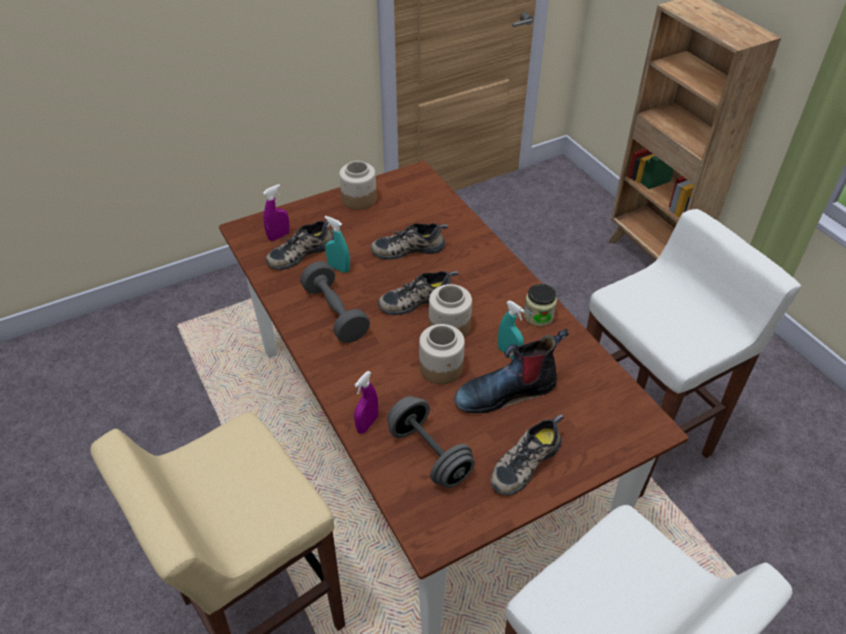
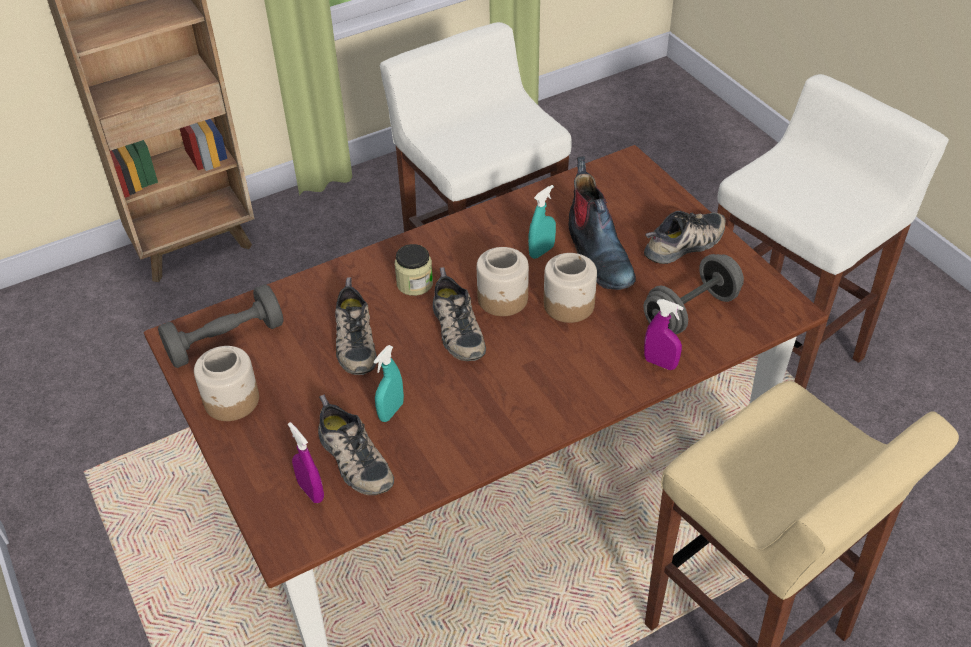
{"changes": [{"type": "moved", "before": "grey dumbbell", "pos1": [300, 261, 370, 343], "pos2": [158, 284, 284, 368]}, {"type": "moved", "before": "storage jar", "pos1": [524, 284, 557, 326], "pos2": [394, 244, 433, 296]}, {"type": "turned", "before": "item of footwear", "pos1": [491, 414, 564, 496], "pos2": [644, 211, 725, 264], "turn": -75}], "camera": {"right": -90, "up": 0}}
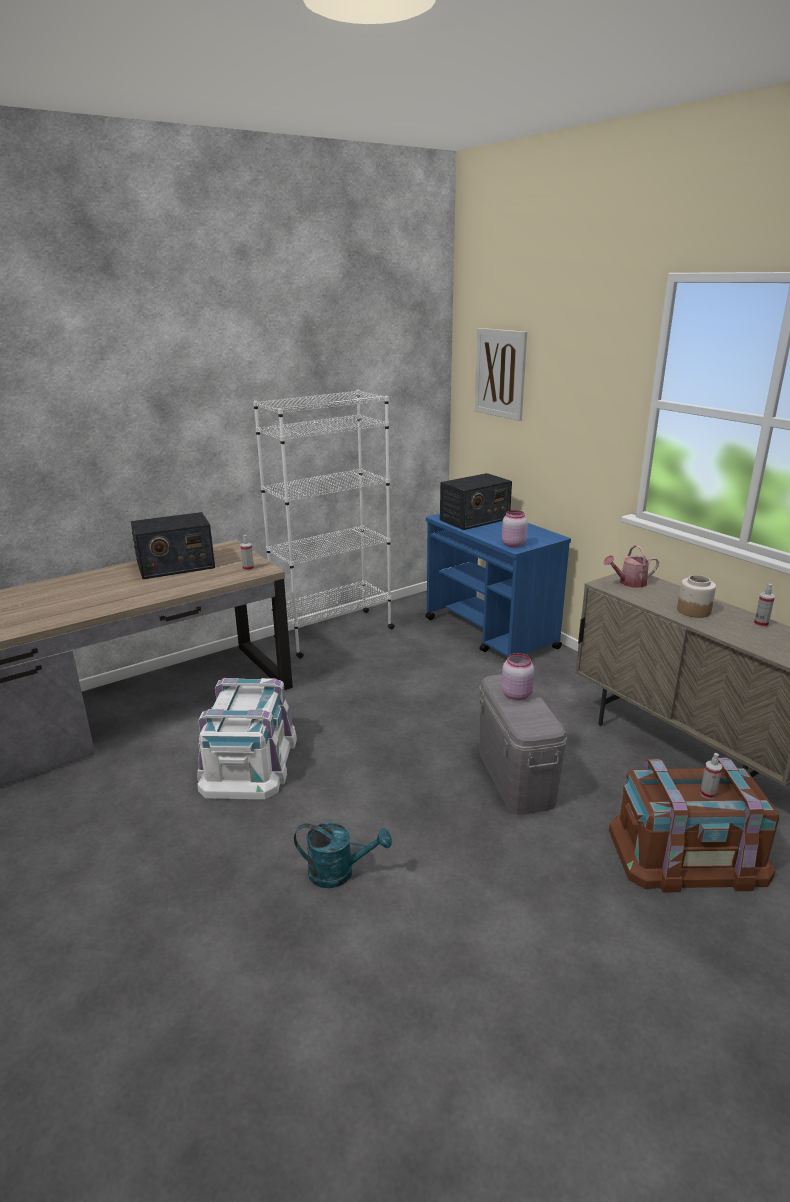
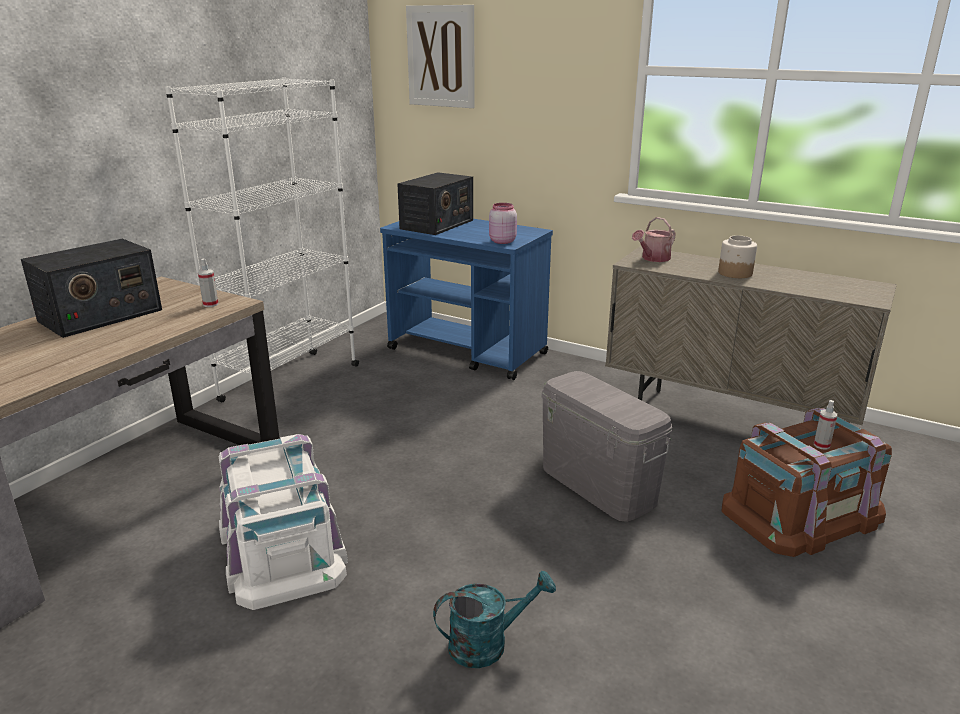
{"changes": [{"type": "removed", "before": "sprayer", "pos1": [754, 584, 775, 627]}, {"type": "removed", "before": "pink storage jar", "pos1": [501, 653, 534, 700]}], "camera": {"right": -25, "up": 0}}
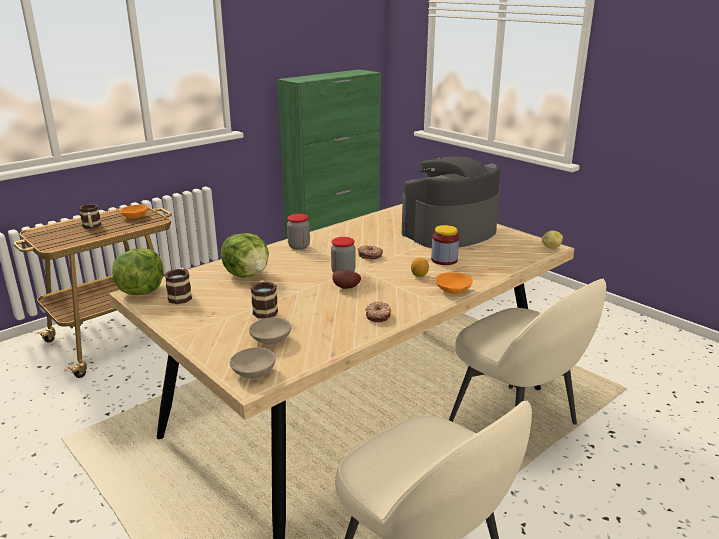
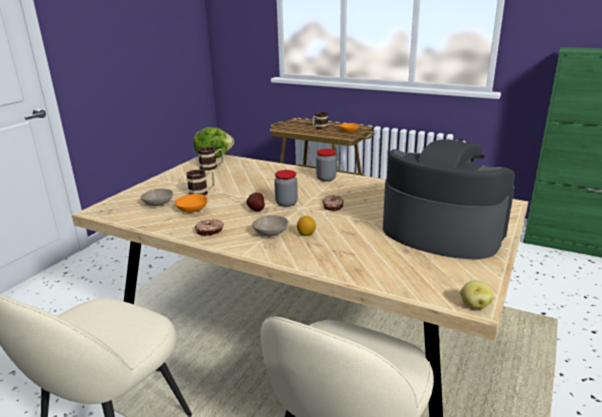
{"changes": [{"type": "removed", "before": "storage jar", "pos1": [431, 225, 459, 265]}, {"type": "removed", "before": "lettuce head", "pos1": [221, 233, 269, 278]}, {"type": "moved", "before": "orangey bowl", "pos1": [436, 272, 473, 294], "pos2": [175, 194, 208, 213]}, {"type": "moved", "before": "sand-coloured bowl", "pos1": [230, 348, 276, 378], "pos2": [252, 215, 288, 236]}], "camera": {"right": 70, "up": 0}}
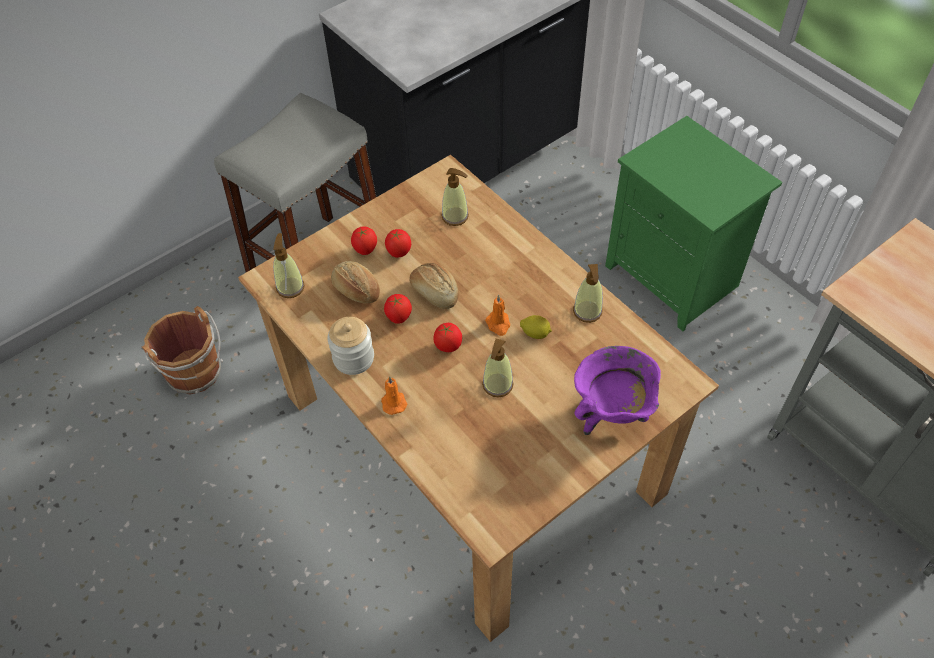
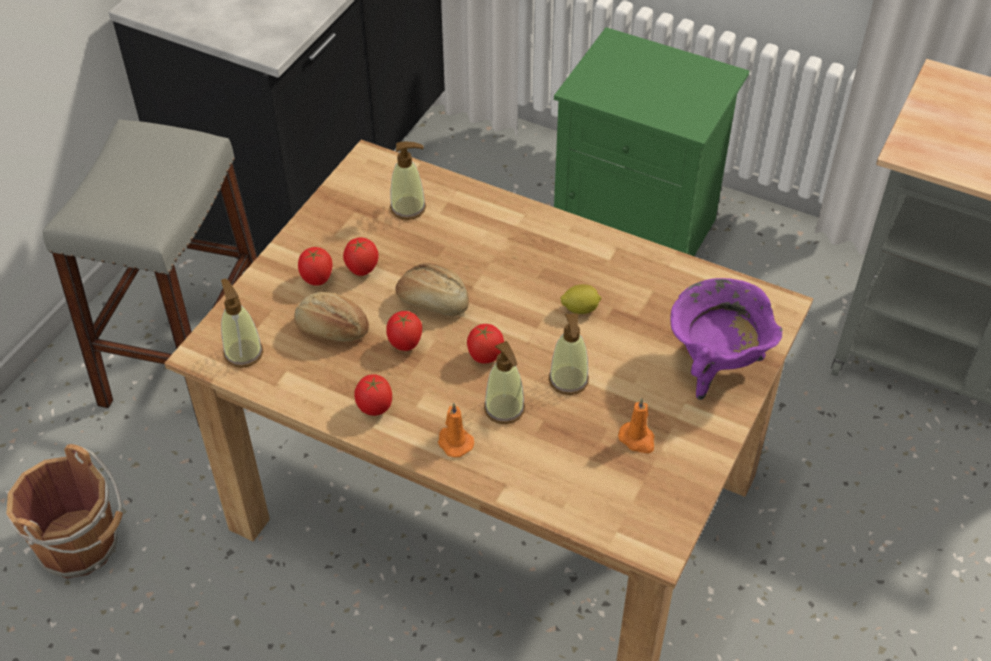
{"changes": [{"type": "moved", "before": "soap dispenser", "pos1": [573, 264, 603, 323], "pos2": [484, 341, 525, 424]}, {"type": "moved", "before": "orangey wax candle", "pos1": [485, 295, 510, 336], "pos2": [618, 398, 655, 454]}, {"type": "replaced", "before": "storage jar", "after": "fresh tomato", "pos1": [328, 317, 374, 375], "pos2": [354, 374, 392, 416]}], "camera": {"right": -25, "up": -5}}
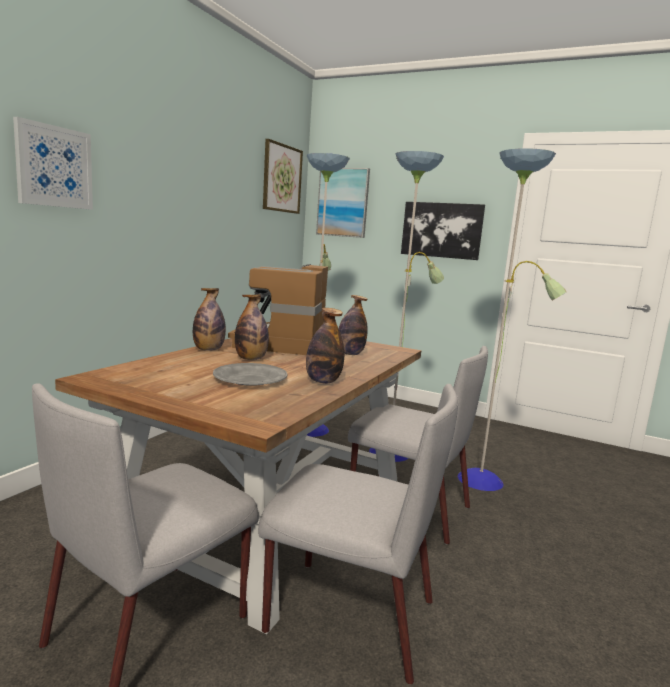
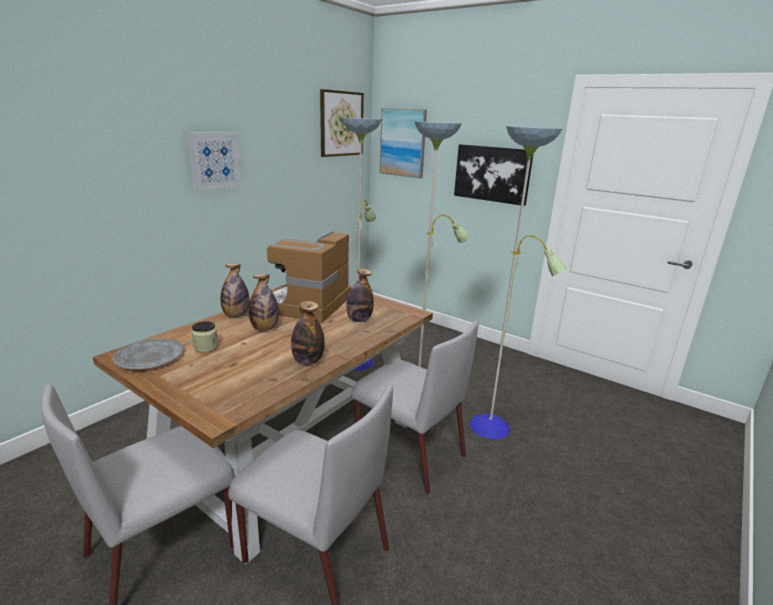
{"changes": [{"type": "moved", "before": "wall art", "pos1": [13, 117, 93, 210], "pos2": [187, 132, 242, 192]}, {"type": "moved", "before": "grey plate", "pos1": [213, 363, 288, 386], "pos2": [113, 338, 183, 369]}, {"type": "added", "after": "storage jar", "pos2": [192, 321, 218, 352]}], "camera": {"right": 10, "up": 10}}
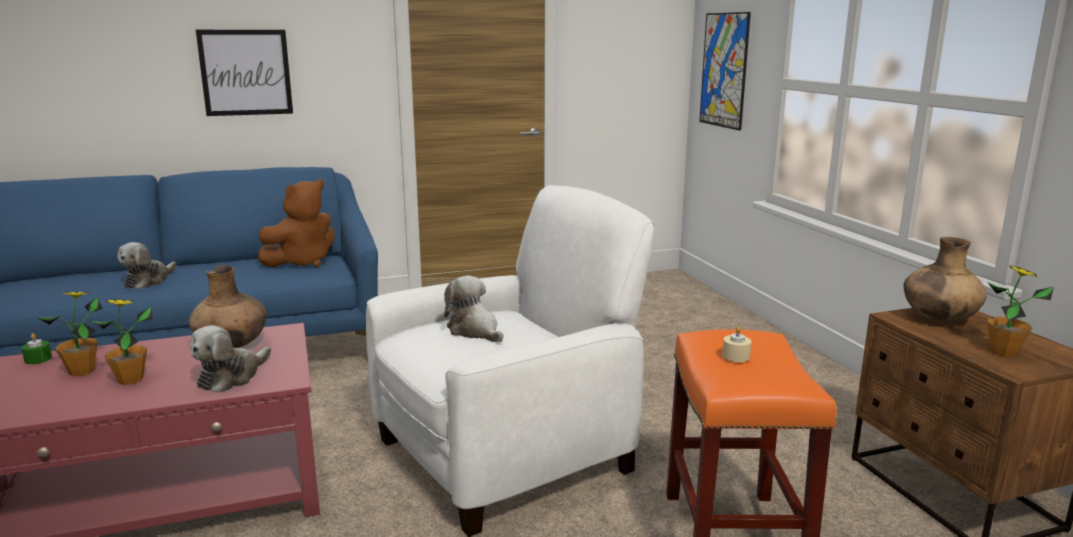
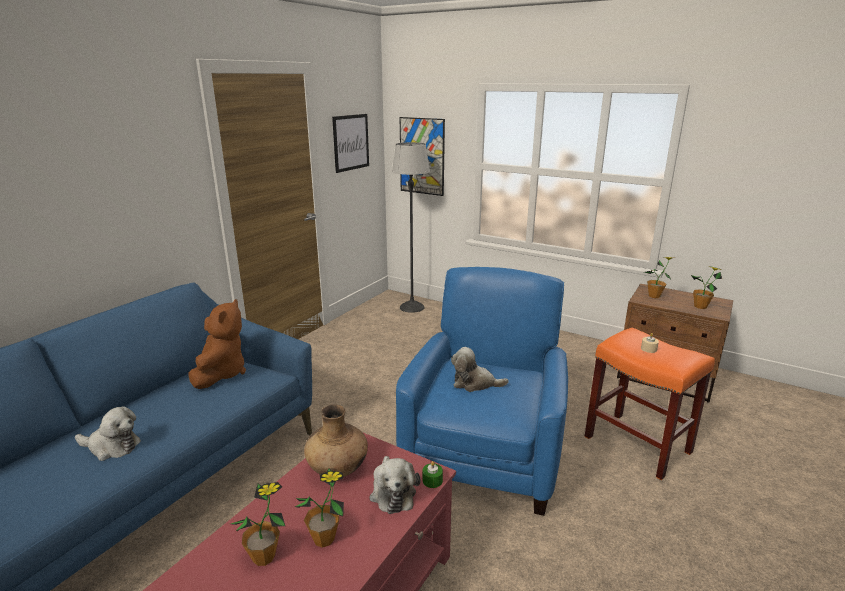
{"changes": [{"type": "moved", "before": "wall art", "pos1": [196, 30, 293, 116], "pos2": [332, 114, 369, 173]}, {"type": "recoloured", "before": "white lounge chair", "after": "bluish lounge chair", "pos1": [366, 185, 654, 537], "pos2": [396, 267, 568, 516]}, {"type": "replaced", "before": "brown-coloured vase", "after": "potted plant", "pos1": [904, 237, 987, 322], "pos2": [644, 257, 674, 298]}, {"type": "turned", "before": "plush toy", "pos1": [118, 242, 176, 289], "pos2": [75, 406, 141, 461], "turn": -60}, {"type": "moved", "before": "green-coloured wax candle", "pos1": [21, 333, 52, 365], "pos2": [423, 461, 443, 488]}, {"type": "added", "after": "standing lamp", "pos2": [392, 142, 430, 313]}], "camera": {"right": -40, "up": 5}}
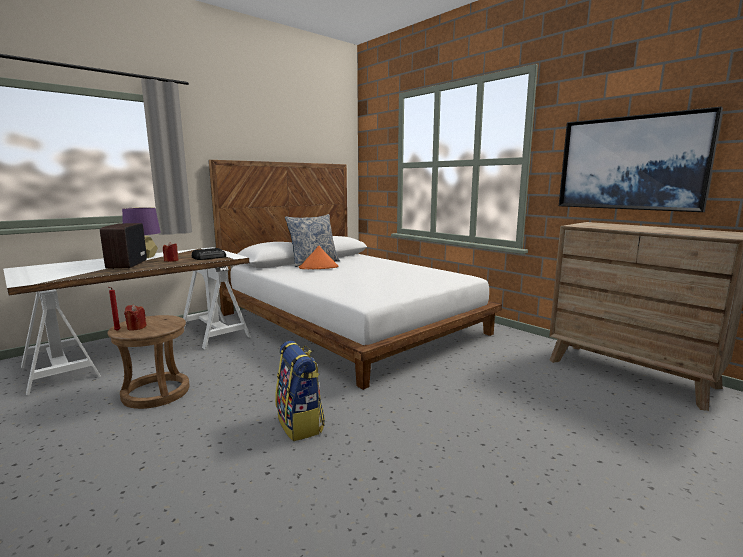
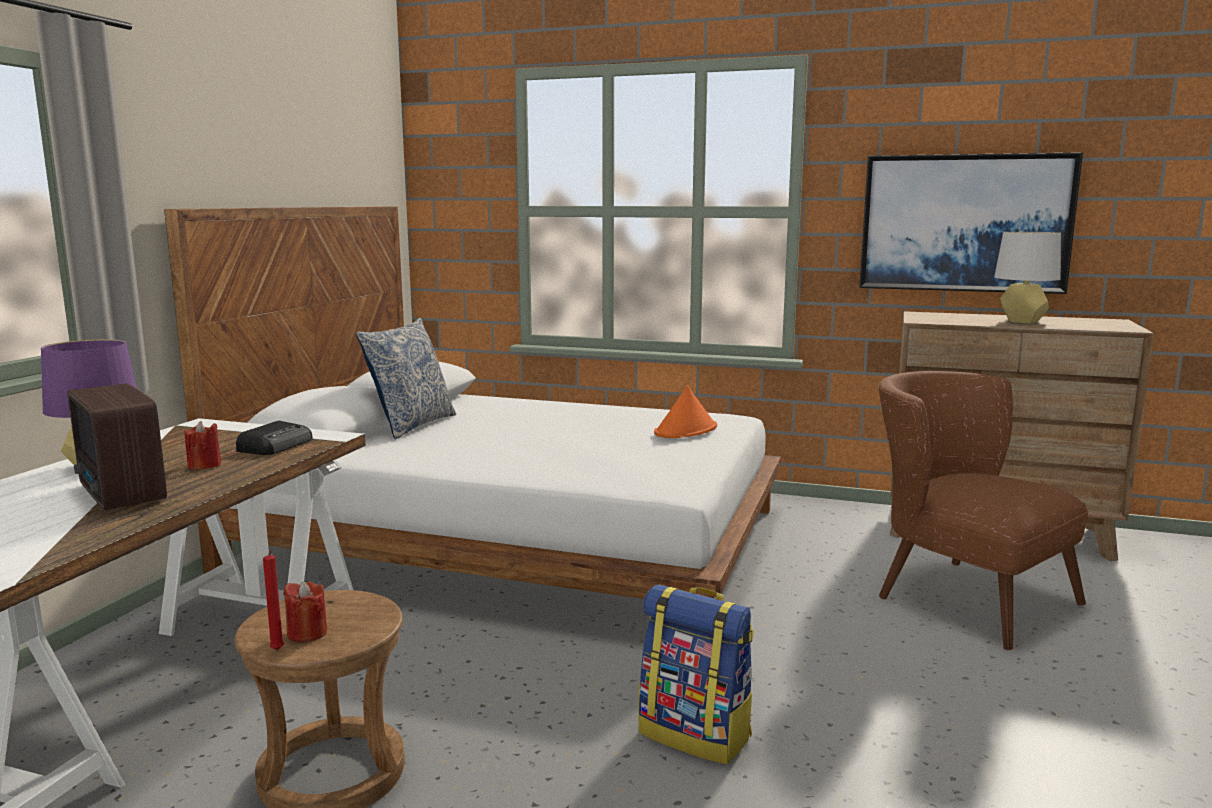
{"changes": [{"type": "moved", "before": "orangey hat", "pos1": [299, 246, 338, 269], "pos2": [654, 385, 717, 438]}, {"type": "added", "after": "grey tabletop lamp", "pos2": [994, 232, 1061, 323]}, {"type": "added", "after": "brown-coloured lounge chair", "pos2": [878, 371, 1088, 651]}], "camera": {"right": -30, "up": 0}}
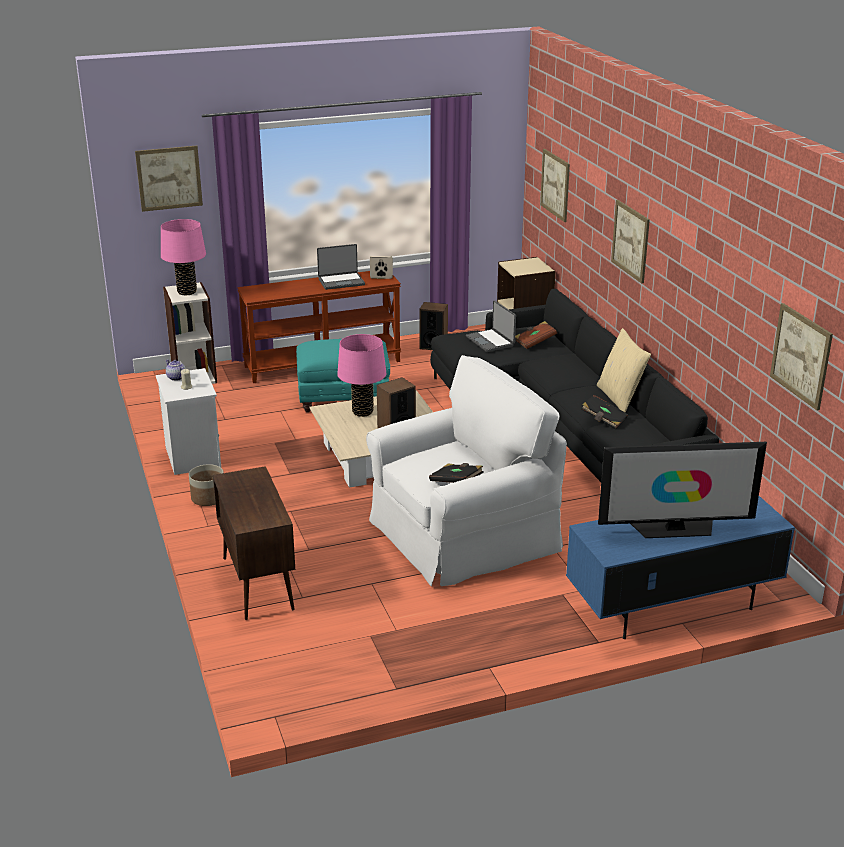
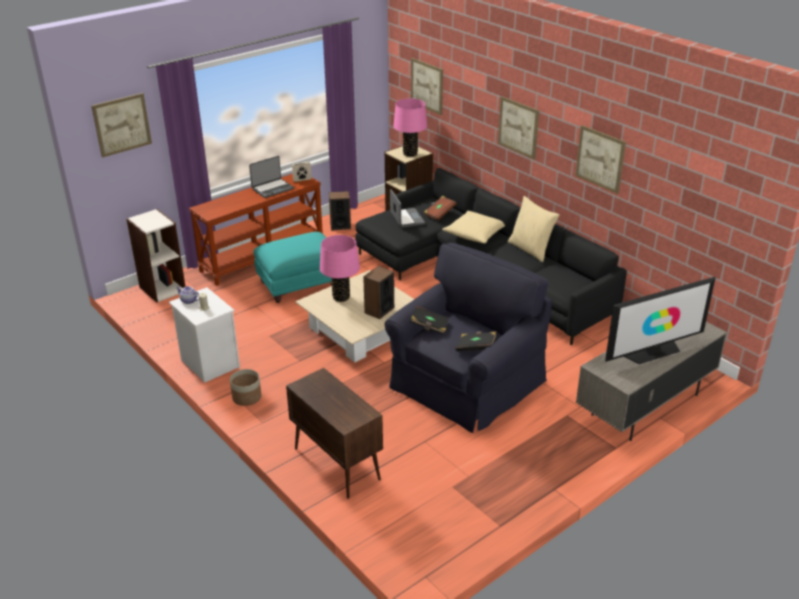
{"changes": [{"type": "moved", "before": "pink tabletop lamp", "pos1": [161, 219, 206, 296], "pos2": [393, 98, 427, 157]}, {"type": "turned", "before": "portable computer", "pos1": [466, 300, 516, 352], "pos2": [390, 189, 425, 228], "turn": -150}, {"type": "moved", "before": "wall art", "pos1": [770, 303, 833, 410], "pos2": [575, 125, 626, 194]}, {"type": "recoloured", "before": "white lounge chair", "after": "black lounge chair", "pos1": [366, 355, 567, 586], "pos2": [385, 243, 552, 433]}, {"type": "moved", "before": "black bound book", "pos1": [581, 395, 628, 430], "pos2": [410, 306, 449, 335]}, {"type": "recoloured", "before": "bluish tv stand", "after": "grey tv stand", "pos1": [566, 496, 795, 639], "pos2": [576, 322, 727, 441]}, {"type": "added", "after": "sand-coloured pillow", "pos2": [442, 211, 505, 243]}], "camera": {"right": -20, "up": 5}}
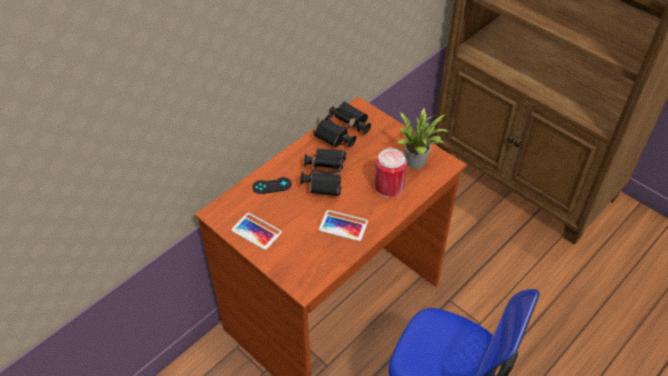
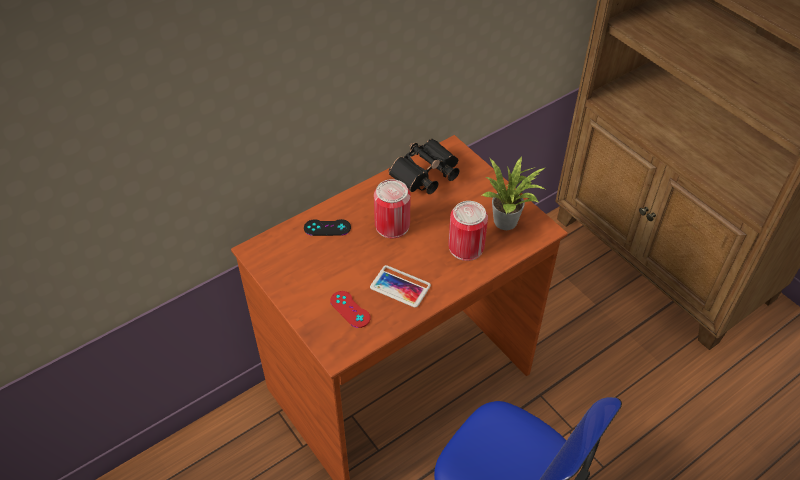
{"changes": [{"type": "replaced", "before": "black binoculars", "after": "metal can", "pos1": [300, 148, 346, 196], "pos2": [374, 179, 411, 238]}, {"type": "removed", "before": "phone", "pos1": [232, 213, 282, 250]}, {"type": "added", "after": "red-coloured game controller", "pos2": [330, 291, 371, 328]}], "camera": {"right": 10, "up": 0}}
